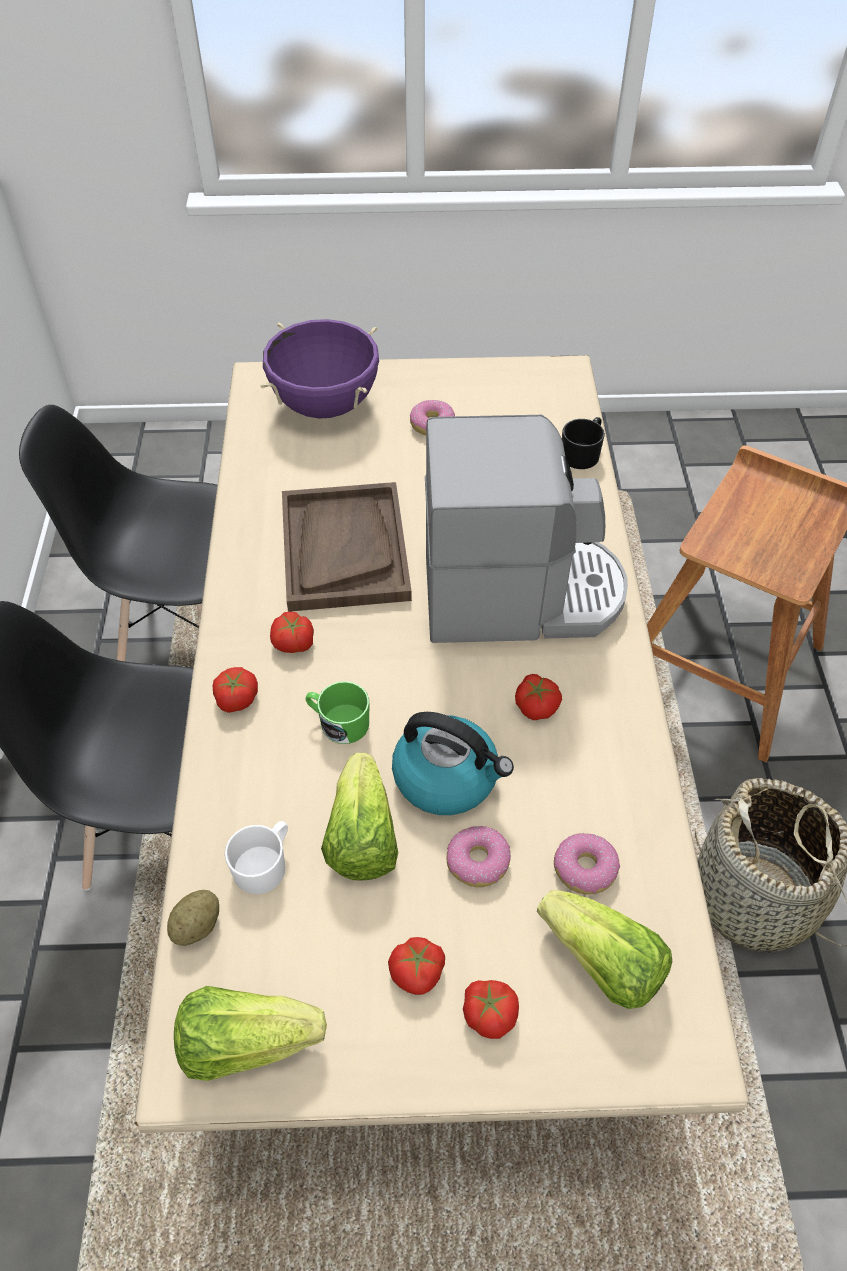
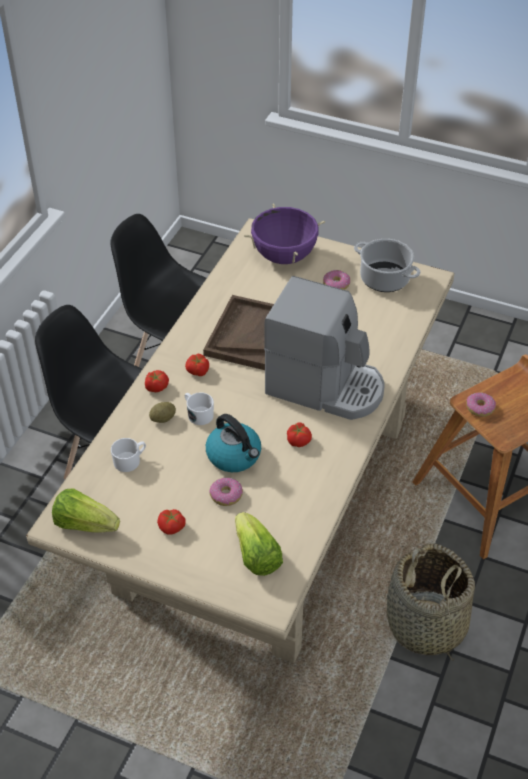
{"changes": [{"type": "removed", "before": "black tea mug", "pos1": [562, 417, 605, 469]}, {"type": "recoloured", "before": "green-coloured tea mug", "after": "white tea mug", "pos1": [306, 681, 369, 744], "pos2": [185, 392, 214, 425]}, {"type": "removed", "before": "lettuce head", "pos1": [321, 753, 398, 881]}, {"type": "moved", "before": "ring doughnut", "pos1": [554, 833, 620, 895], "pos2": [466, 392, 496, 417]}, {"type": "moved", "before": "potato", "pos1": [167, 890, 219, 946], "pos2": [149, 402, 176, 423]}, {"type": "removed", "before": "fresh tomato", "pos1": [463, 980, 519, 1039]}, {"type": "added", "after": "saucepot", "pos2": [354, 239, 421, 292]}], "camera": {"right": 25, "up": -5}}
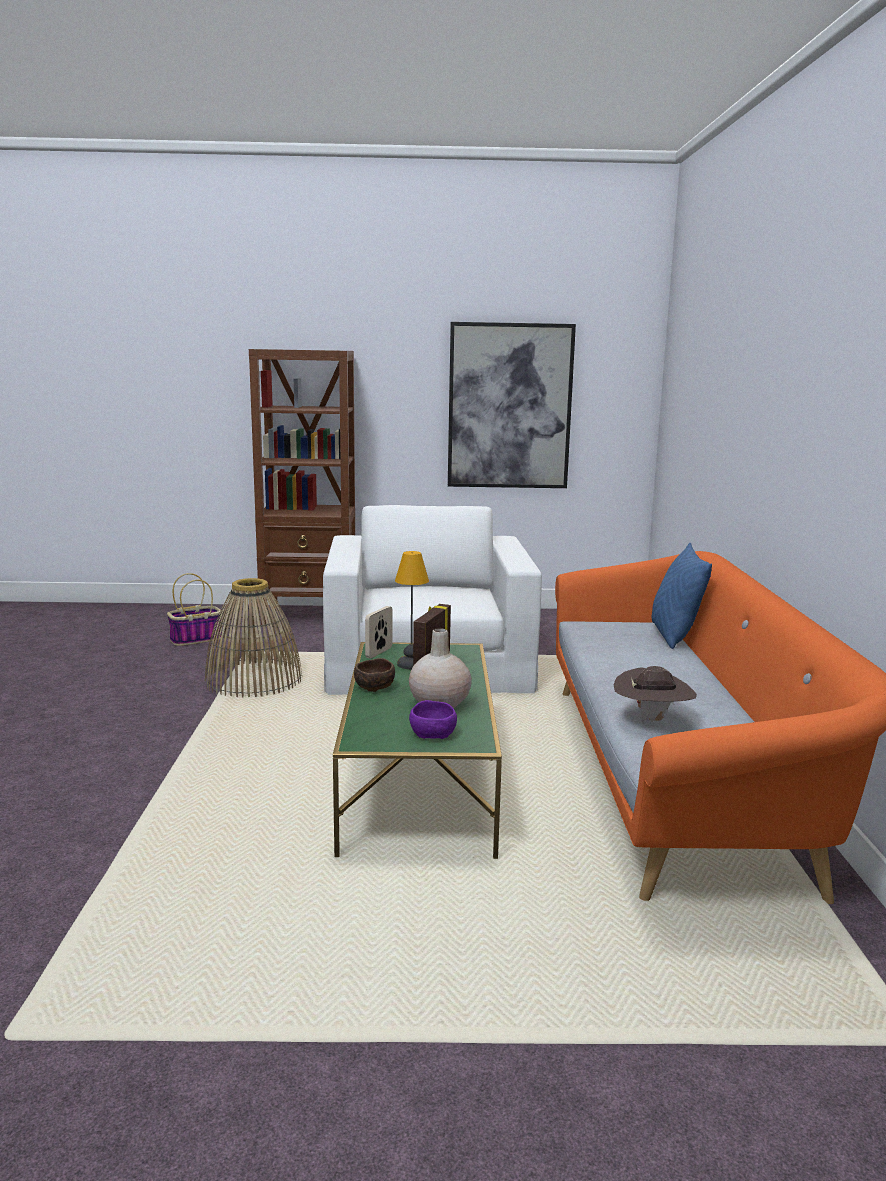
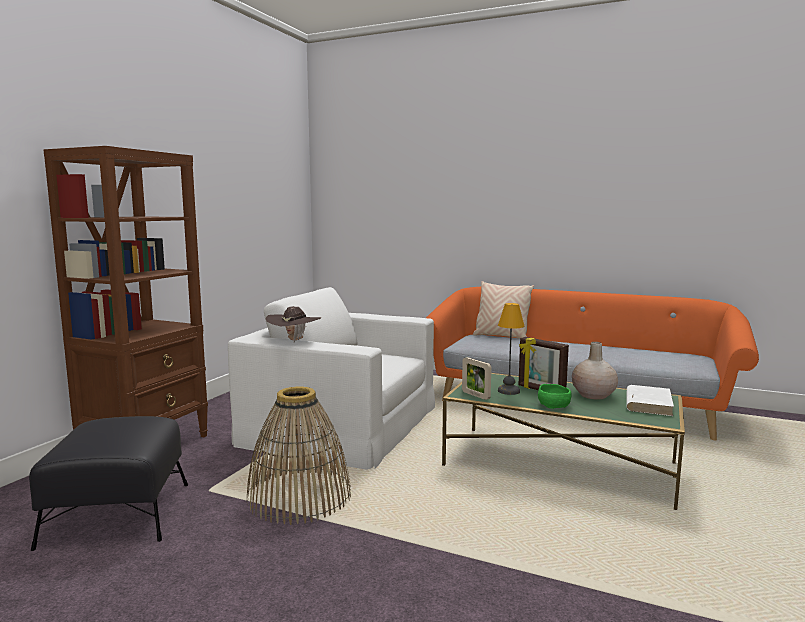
{"changes": [{"type": "removed", "before": "wall art", "pos1": [448, 322, 576, 488]}, {"type": "recoloured", "before": "bluish pillow", "after": "sand-coloured pillow", "pos1": [652, 543, 712, 649], "pos2": [473, 281, 534, 339]}, {"type": "replaced", "before": "basket", "after": "black pouffe", "pos1": [167, 573, 222, 646], "pos2": [29, 416, 188, 551]}, {"type": "recoloured", "before": "brown-coloured bowl", "after": "green-coloured bowl", "pos1": [354, 658, 395, 692], "pos2": [538, 384, 572, 409]}, {"type": "moved", "before": "brown-coloured hat", "pos1": [613, 666, 697, 723], "pos2": [266, 306, 321, 342]}, {"type": "replaced", "before": "purple-coloured bowl", "after": "white bound book", "pos1": [409, 700, 457, 739], "pos2": [626, 385, 674, 416]}], "camera": {"right": -65, "up": -5}}
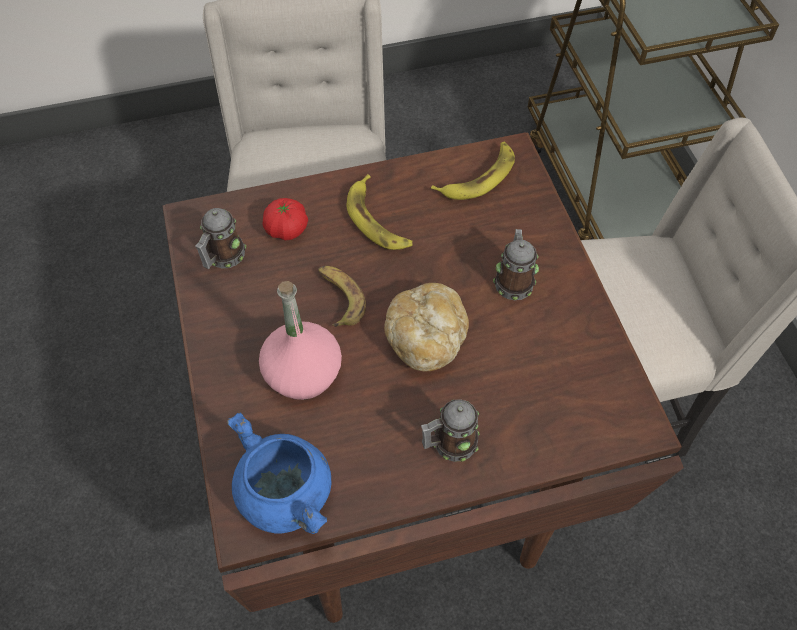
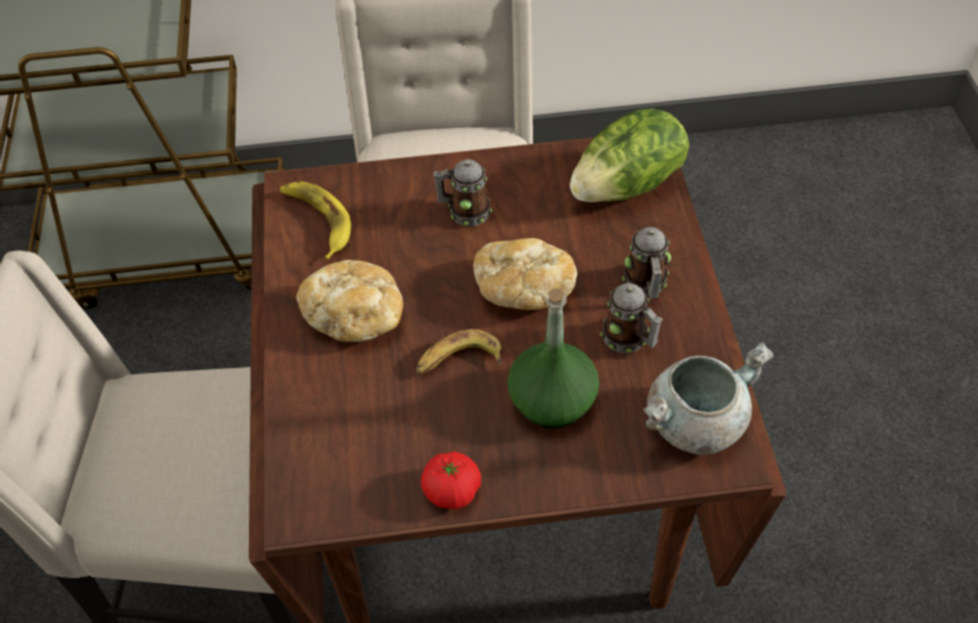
{"changes": [{"type": "replaced", "before": "banana fruit", "after": "baked bread", "pos1": [347, 174, 413, 250], "pos2": [297, 260, 403, 342]}, {"type": "moved", "before": "fresh tomato", "pos1": [262, 198, 308, 240], "pos2": [421, 451, 481, 509]}, {"type": "moved", "before": "tea mug", "pos1": [195, 208, 247, 269], "pos2": [600, 283, 663, 353]}, {"type": "recoloured", "before": "pink bottle", "after": "green-coloured bottle", "pos1": [259, 281, 342, 400], "pos2": [507, 288, 599, 429]}, {"type": "recoloured", "before": "bluish saucepot", "after": "grey saucepot", "pos1": [227, 412, 331, 534], "pos2": [643, 342, 774, 455]}, {"type": "added", "after": "lettuce head", "pos2": [570, 108, 689, 202]}], "camera": {"right": -80, "up": -5}}
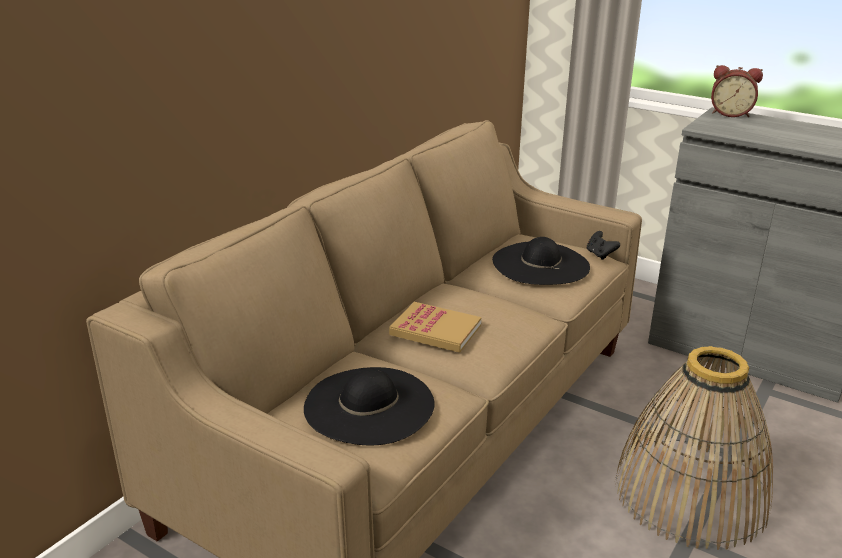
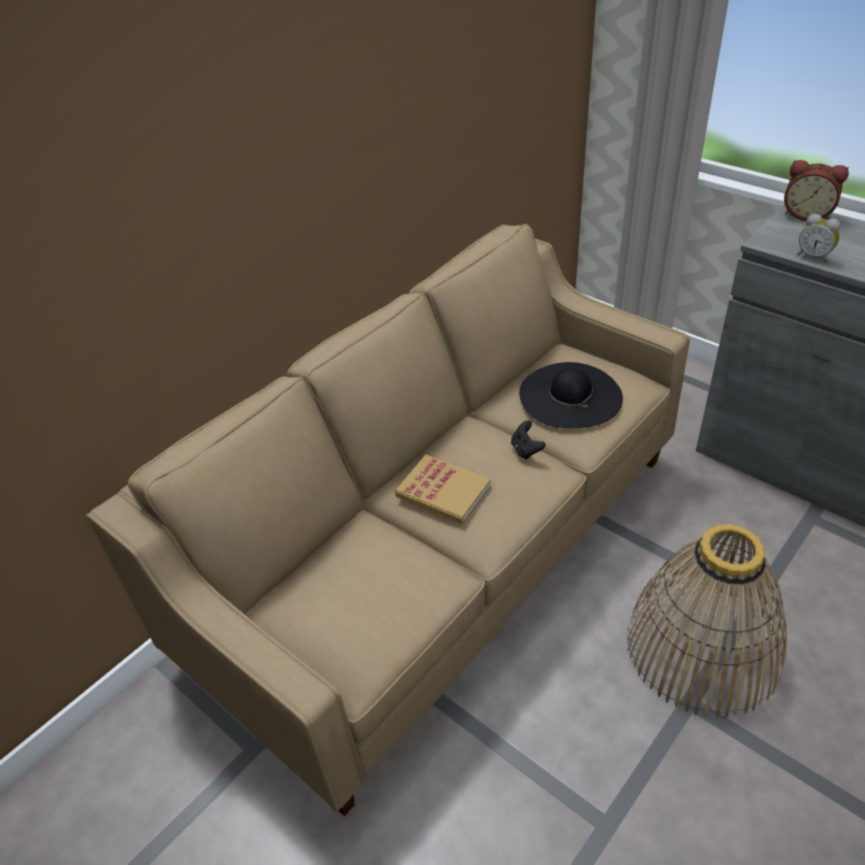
{"changes": [{"type": "moved", "before": "black game controller", "pos1": [587, 231, 620, 260], "pos2": [511, 421, 545, 459]}, {"type": "removed", "before": "black hat", "pos1": [304, 367, 435, 445]}, {"type": "added", "after": "bedside clock", "pos2": [798, 214, 841, 263]}], "camera": {"right": 10, "up": 15}}
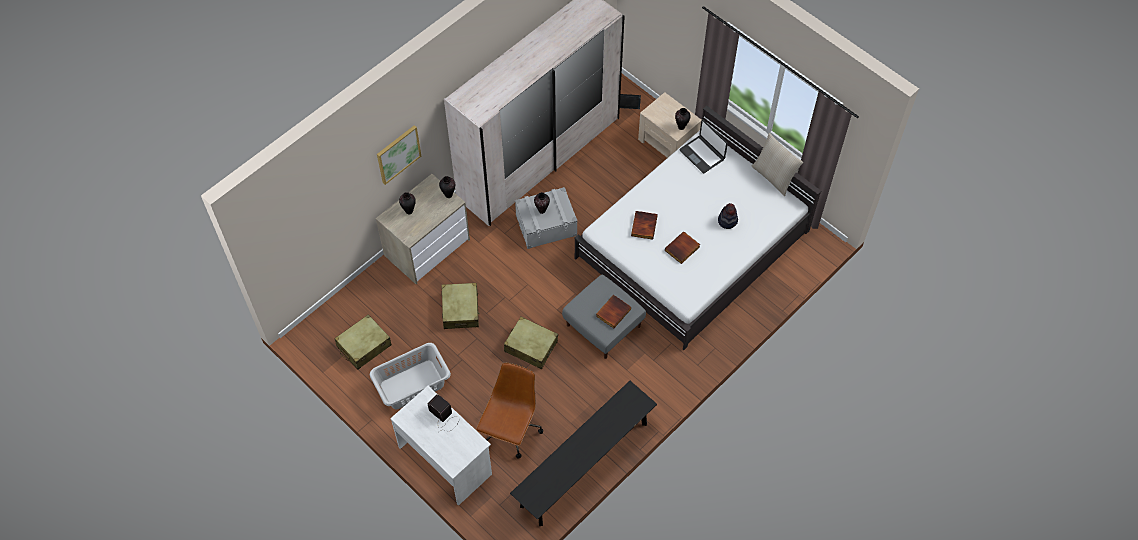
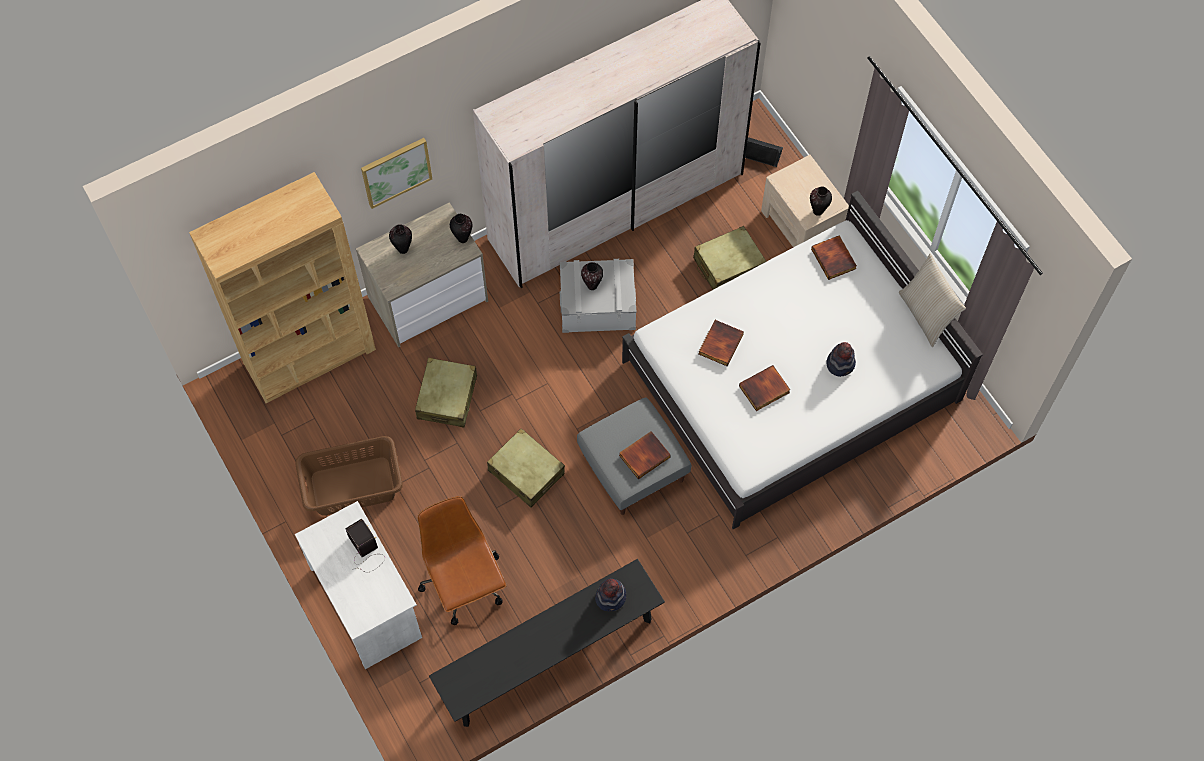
{"changes": [{"type": "replaced", "before": "portable computer", "after": "bound book", "pos1": [679, 119, 728, 173], "pos2": [811, 235, 857, 280]}, {"type": "moved", "before": "sand-coloured suitcase", "pos1": [334, 315, 392, 369], "pos2": [693, 226, 767, 290]}, {"type": "recoloured", "before": "grey washing basket", "after": "brown-coloured washing basket", "pos1": [370, 343, 451, 410], "pos2": [295, 436, 403, 516]}, {"type": "turned", "before": "brown-coloured office chair", "pos1": [476, 363, 543, 458], "pos2": [417, 496, 507, 625], "turn": -60}, {"type": "added", "after": "brown-coloured shelving unit", "pos2": [189, 172, 376, 403]}, {"type": "added", "after": "hat", "pos2": [595, 578, 626, 611]}], "camera": {"right": 15, "up": 5}}
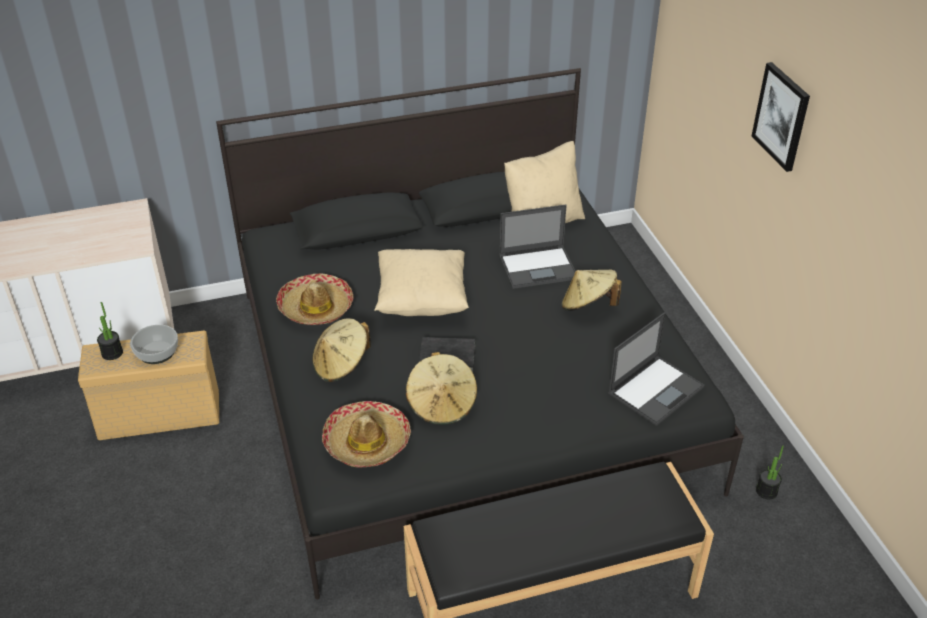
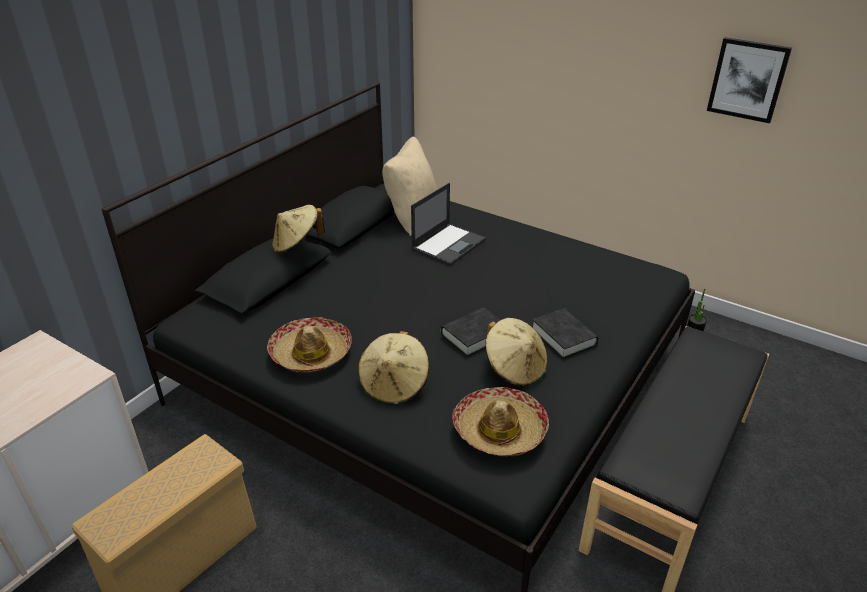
{"changes": [{"type": "moved", "before": "wall art", "pos1": [752, 62, 810, 172], "pos2": [707, 37, 792, 123]}, {"type": "removed", "before": "sand-coloured pillow", "pos1": [374, 249, 469, 316]}, {"type": "moved", "before": "sand-coloured hat", "pos1": [562, 270, 622, 311], "pos2": [272, 205, 325, 254]}, {"type": "removed", "before": "potted plant", "pos1": [97, 302, 123, 360]}, {"type": "removed", "before": "portable computer", "pos1": [608, 313, 704, 426]}, {"type": "removed", "before": "bowl", "pos1": [130, 325, 178, 364]}, {"type": "added", "after": "black bound book", "pos2": [532, 308, 598, 359]}], "camera": {"right": -40, "up": -5}}
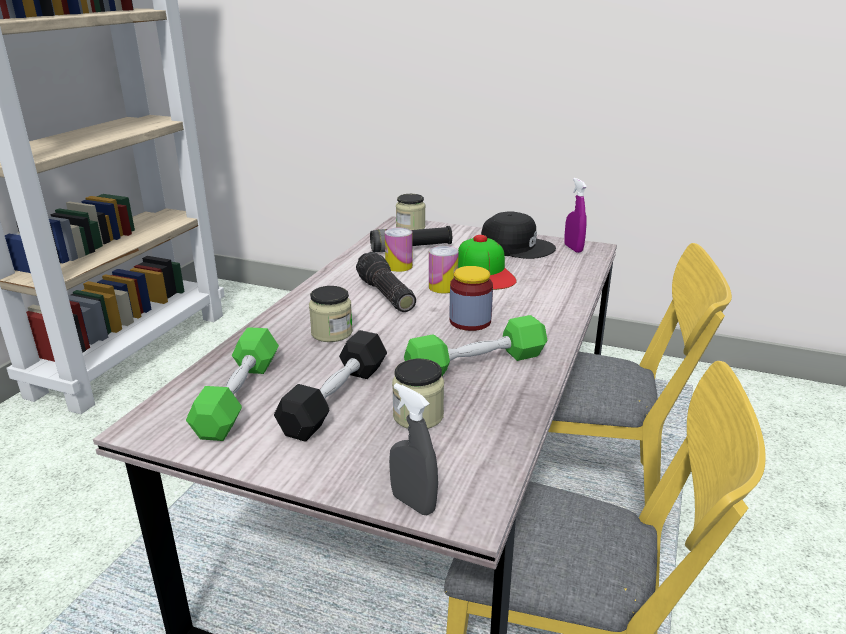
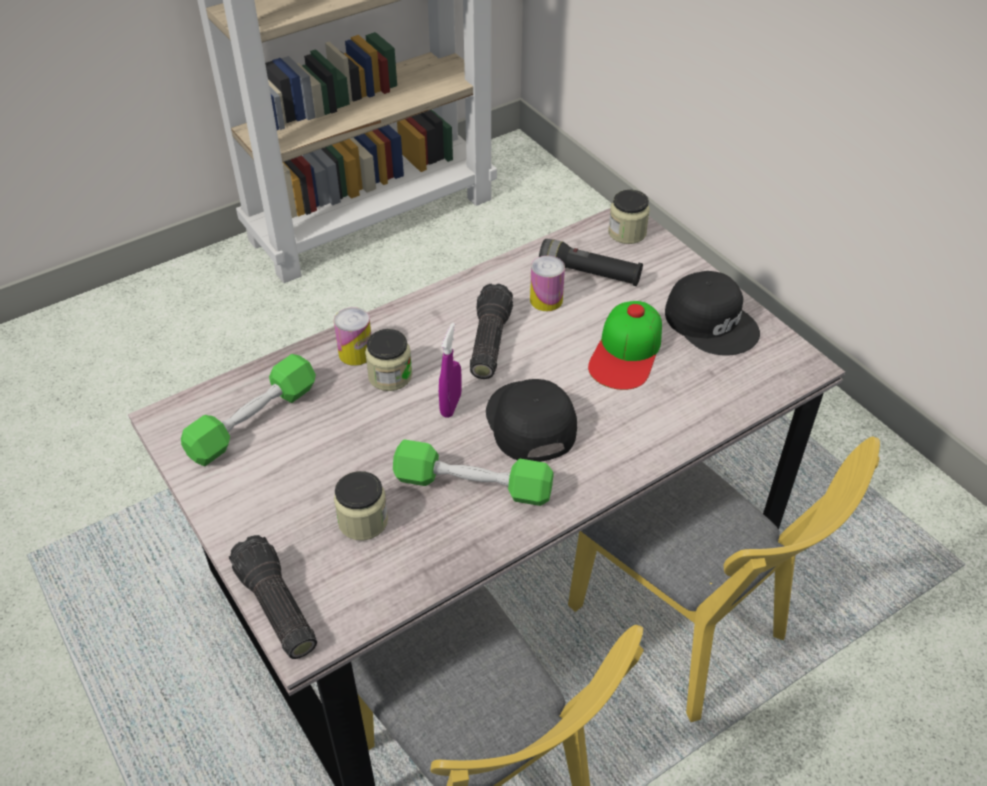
{"changes": [{"type": "moved", "before": "purple-coloured sprayer", "pos1": [564, 178, 587, 253], "pos2": [439, 323, 462, 418]}, {"type": "moved", "before": "metal can", "pos1": [429, 246, 459, 293], "pos2": [334, 307, 371, 366]}, {"type": "replaced", "before": "storage jar", "after": "black cap", "pos1": [449, 266, 493, 331], "pos2": [486, 379, 577, 462]}, {"type": "removed", "before": "black dumbbell", "pos1": [274, 330, 387, 441]}, {"type": "replaced", "before": "grey sprayer", "after": "flashlight", "pos1": [389, 383, 438, 515], "pos2": [229, 535, 317, 659]}], "camera": {"right": 35, "up": 20}}
